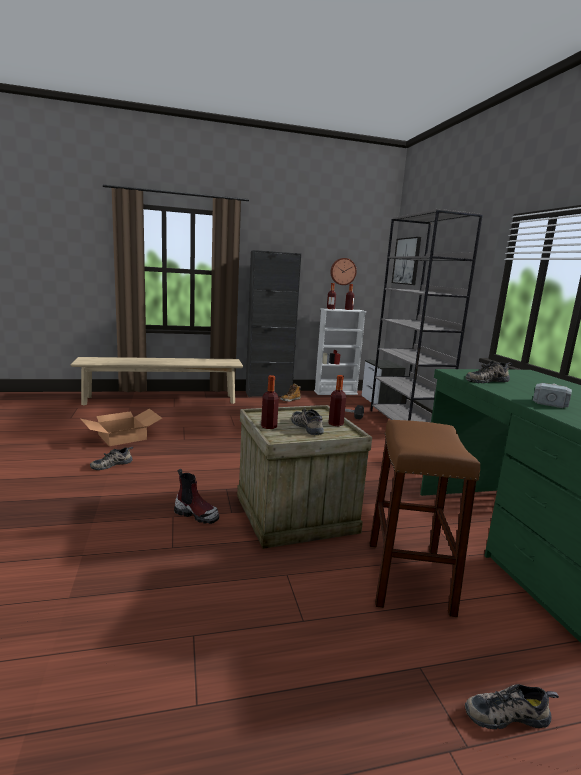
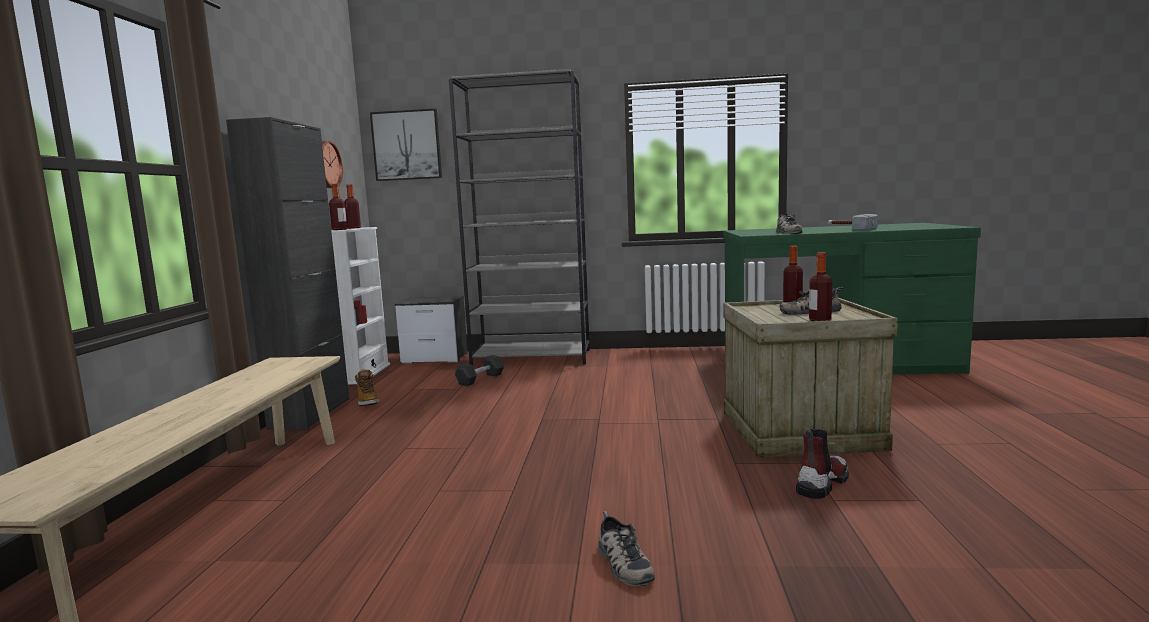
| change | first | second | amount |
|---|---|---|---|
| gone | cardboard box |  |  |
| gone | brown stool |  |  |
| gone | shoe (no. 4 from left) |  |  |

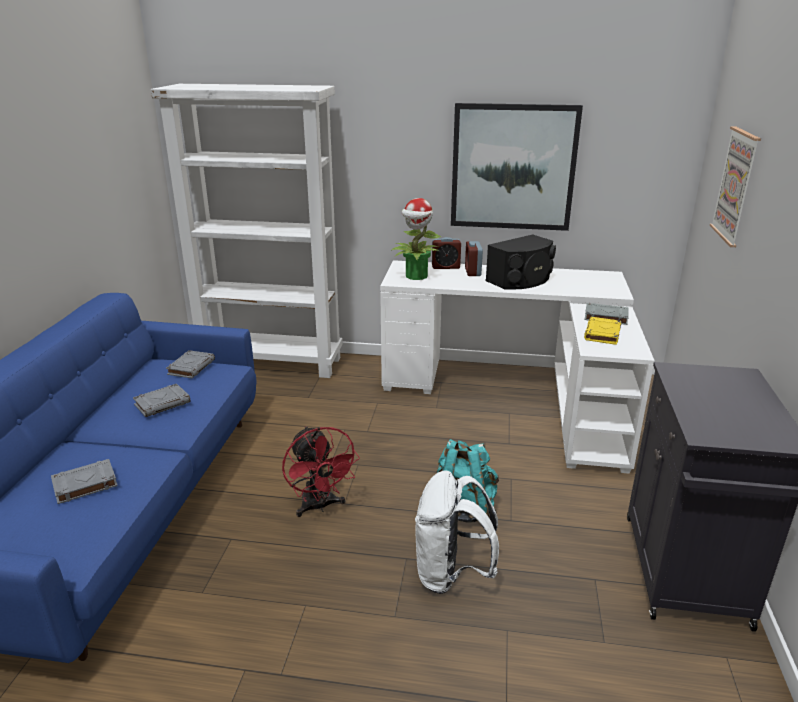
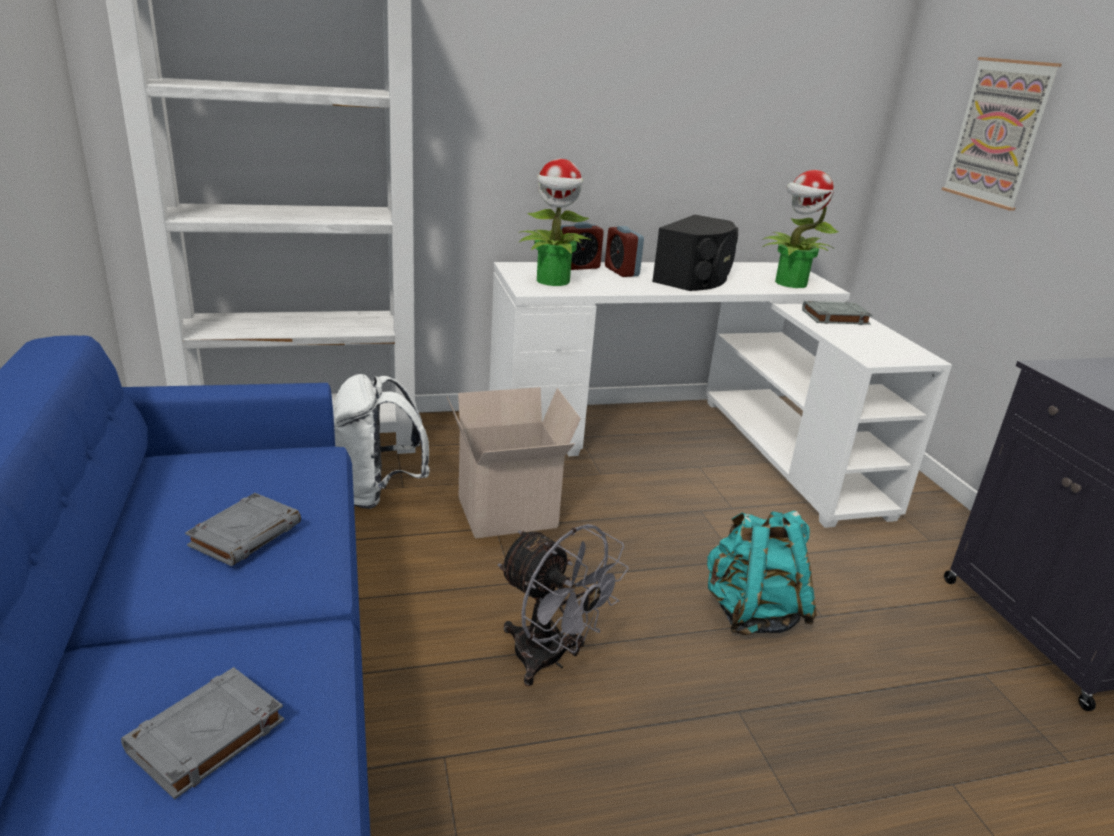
| change | first | second | amount |
|---|---|---|---|
| shifted | white backpack |  |  |
| new |  | cardboard box |  |
| repainted | red fan | grey fan |  |
| new |  | potted plant (no. 2 from left) |  |
| gone | grey book (no. 3 from left) |  |  |
| gone | picture (no. 1 from left) |  |  |
| gone | yellow book |  |  |

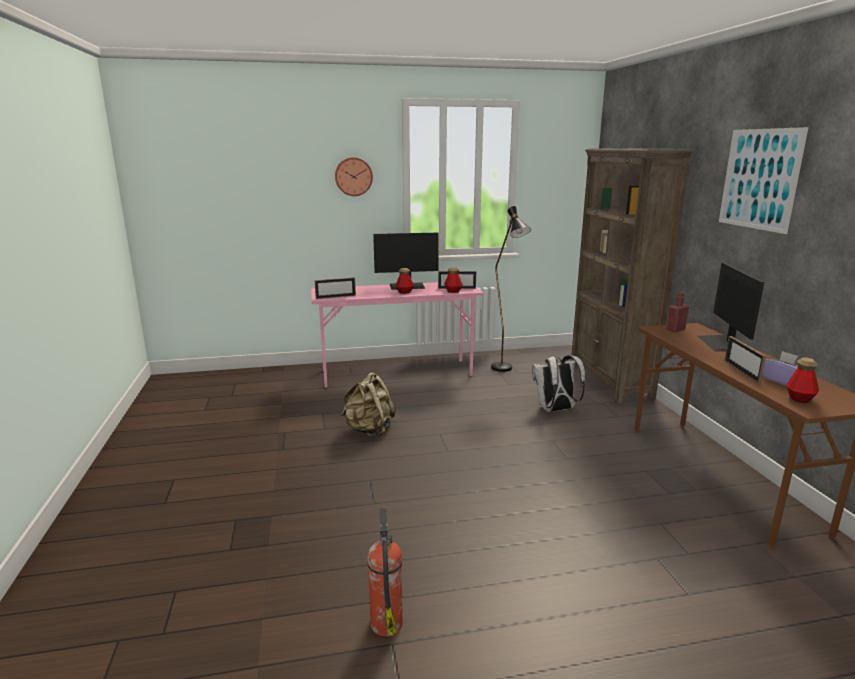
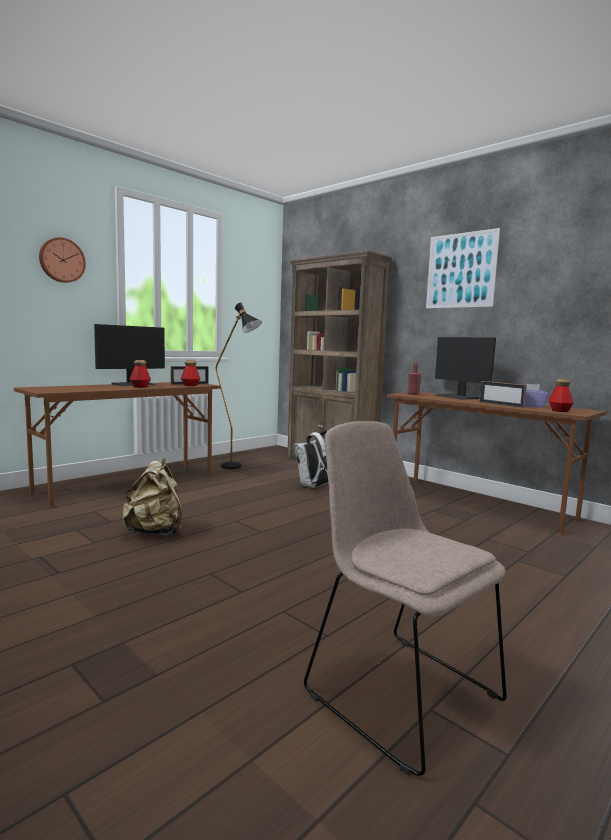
| change | first | second | amount |
|---|---|---|---|
| repainted | pink desk | brown desk (no. 1 from left) |  |
| swapped | fire extinguisher | beige chair |  |
| gone | picture frame (no. 1 from left) |  |  |

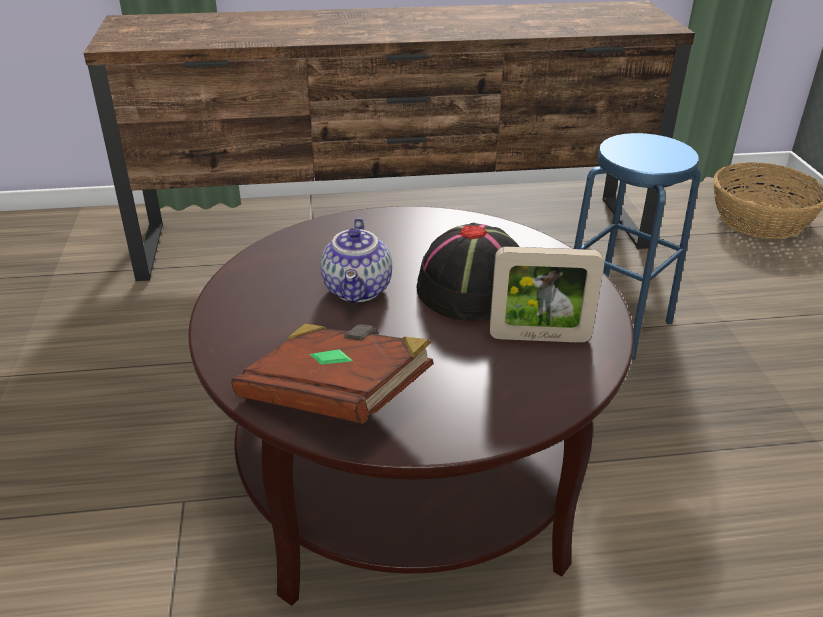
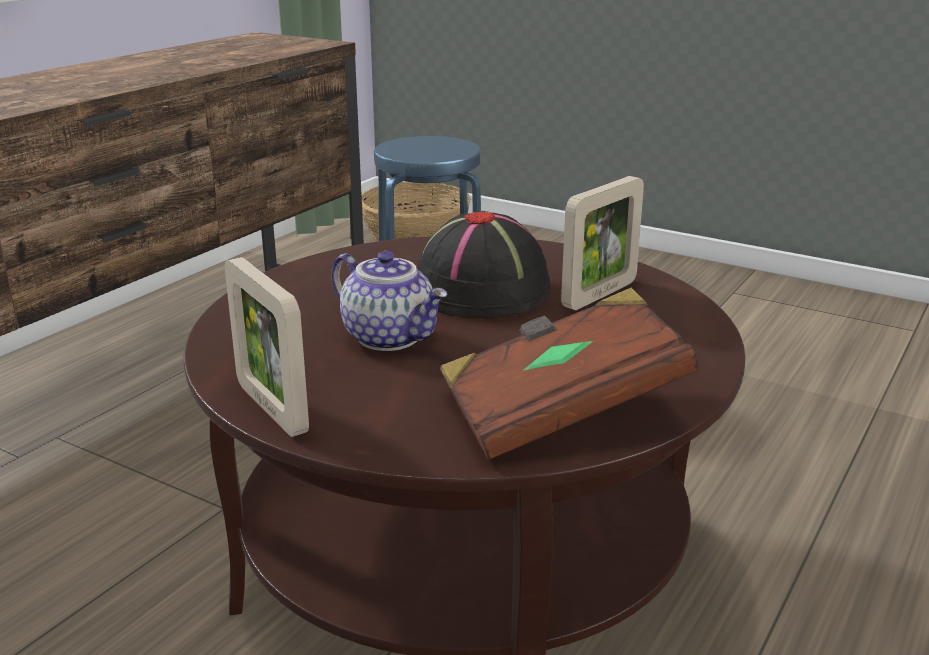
| change | first | second | amount |
|---|---|---|---|
| new |  | picture frame (no. 1 from left) |  |

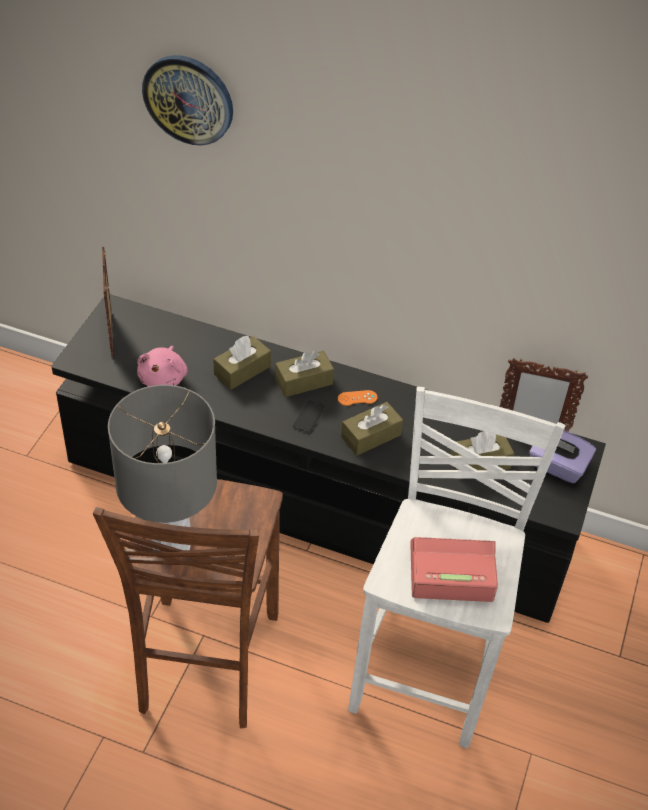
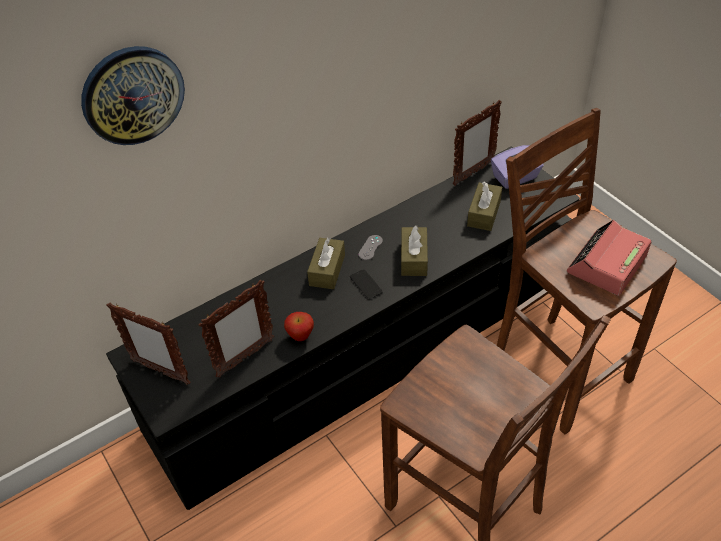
| change | first | second | amount |
|---|---|---|---|
| swapped | pink plush toy | picture frame (no. 2 from left) |  |
| new |  | apple |  |
| repainted | orange game controller | grey game controller |  |
| repainted | white stool | brown stool (no. 2 from left) |  |
| gone | grey table lamp |  |  |
| gone | brown tissue box (no. 1 from left) |  |  |

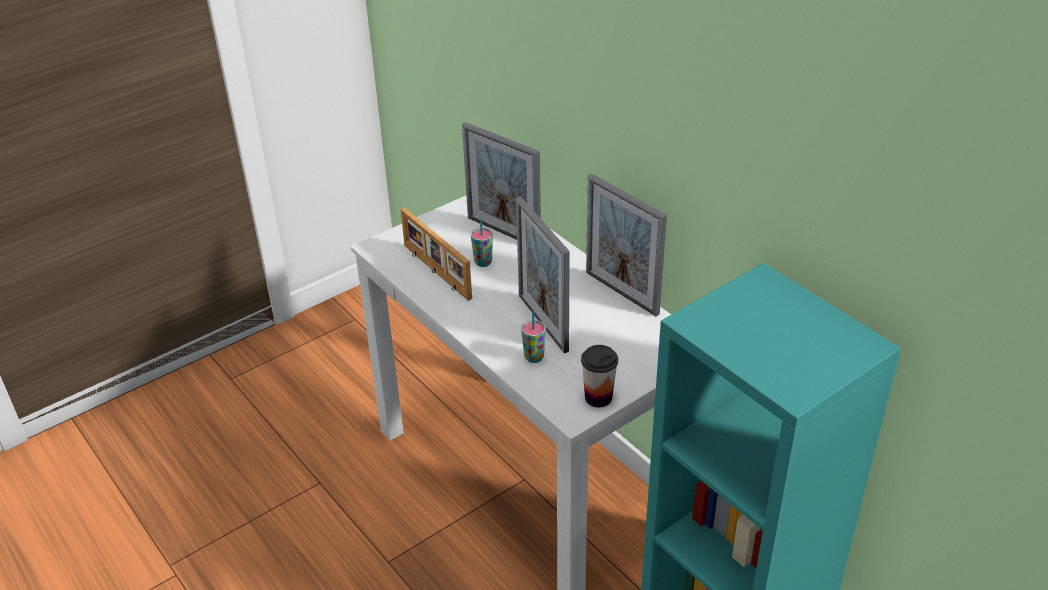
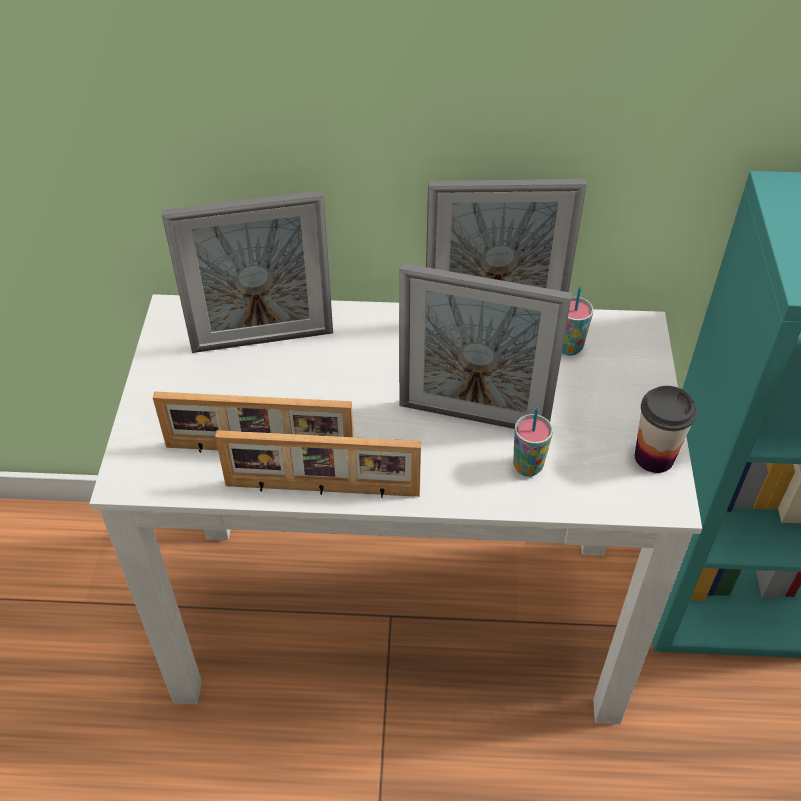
| change | first | second | amount |
|---|---|---|---|
| new |  | picture frame (no. 3 from left) |  |
| shifted | cup (no. 1 from left in the first image) | cup (no. 2 from left) |  |

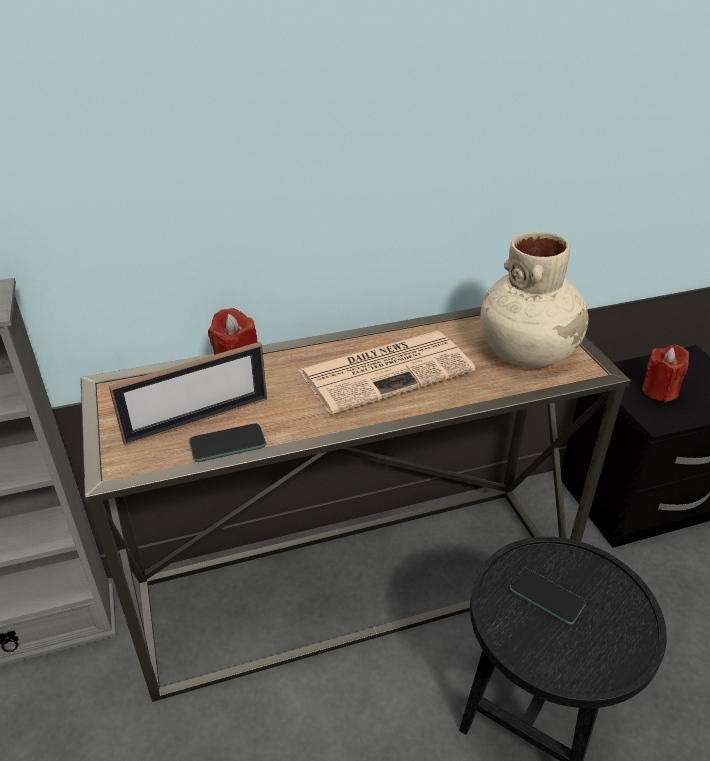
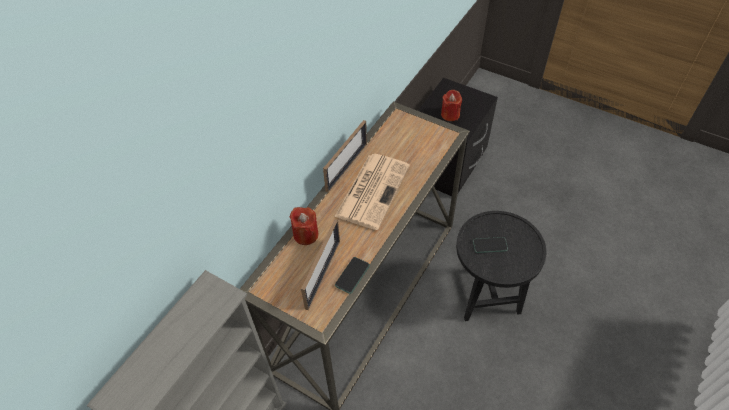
| change | first | second | amount |
|---|---|---|---|
| new |  | picture frame (no. 2 from left) |  |
| gone | beige vase |  |  |

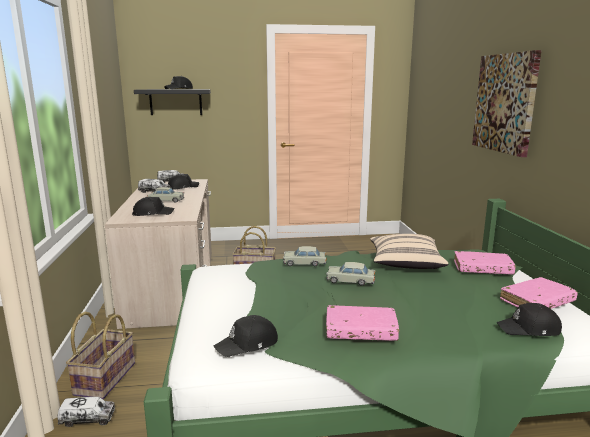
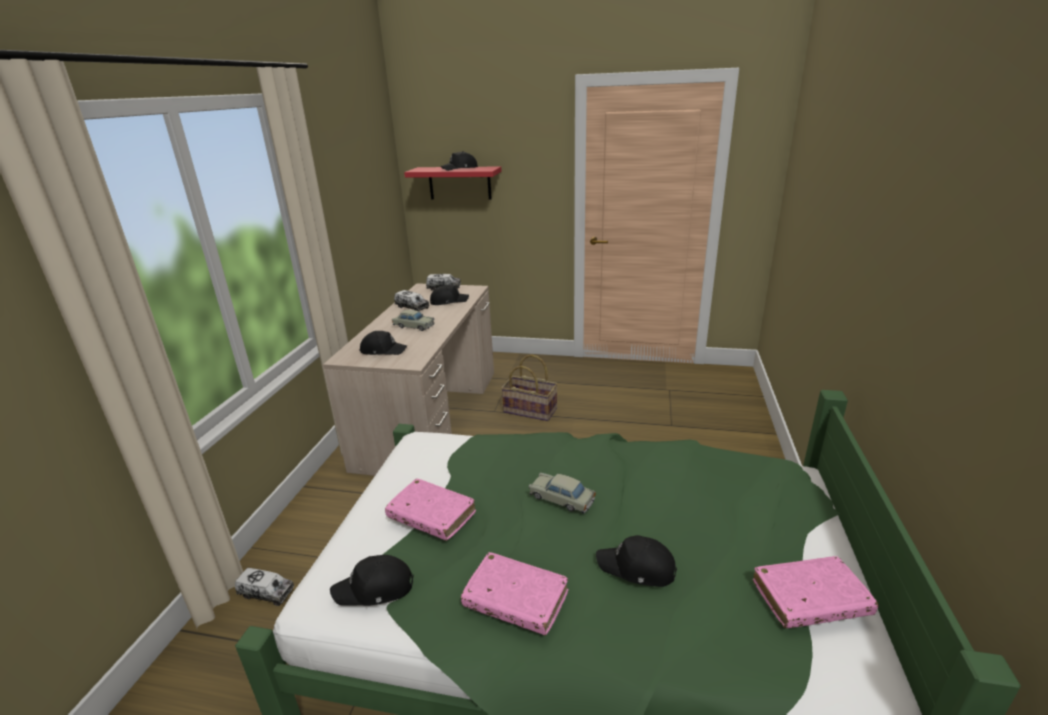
| change | first | second | amount |
|---|---|---|---|
| shifted | pink book (no. 2 from left in the first image) | pink book (no. 1 from left) |  |
| repainted | black shelf | red shelf |  |
| shifted | black cap (no. 5 from left) |  |  |
| gone | basket (no. 1 from left) |  |  |
| gone | beige toy car (no. 2 from left) |  |  |
| gone | beige pillow |  |  |
| gone | picture |  |  |

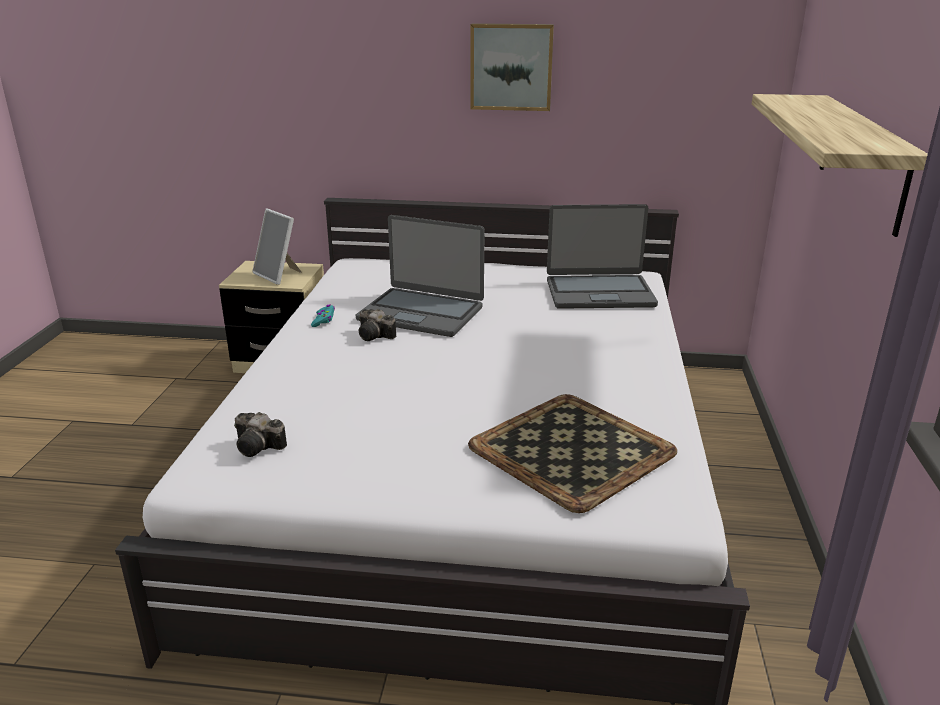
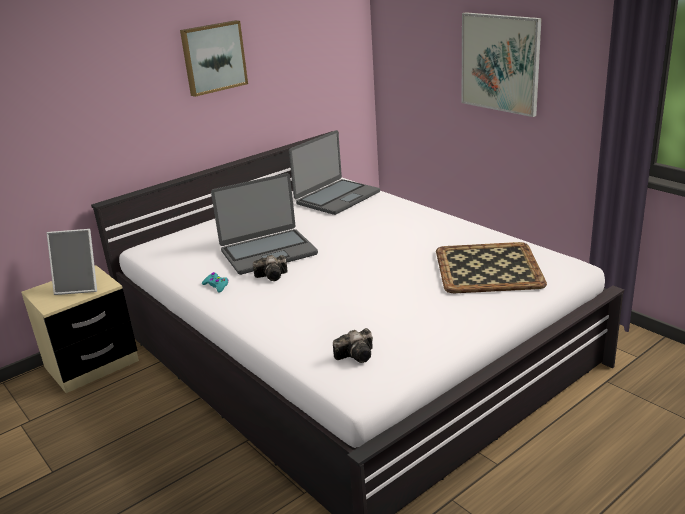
| change | first | second | amount |
|---|---|---|---|
| swapped | shelf | picture (no. 2 from left) |  |

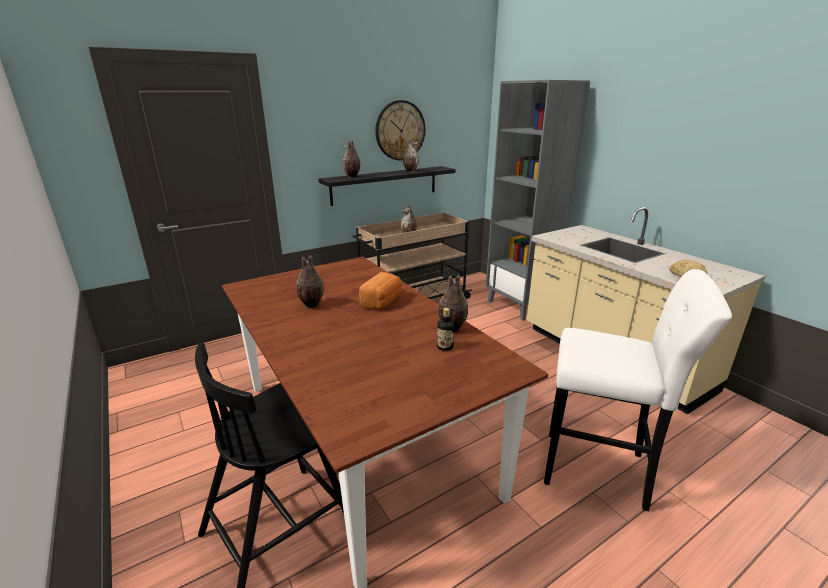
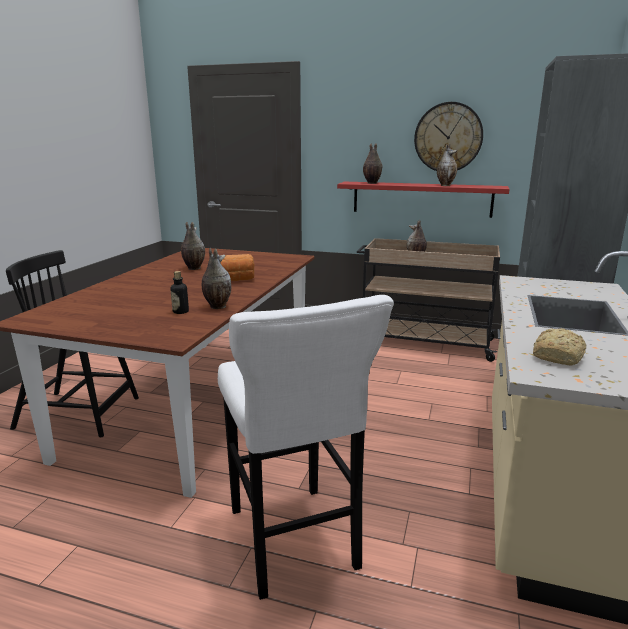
| change | first | second | amount |
|---|---|---|---|
| repainted | black shelf | red shelf |  |

